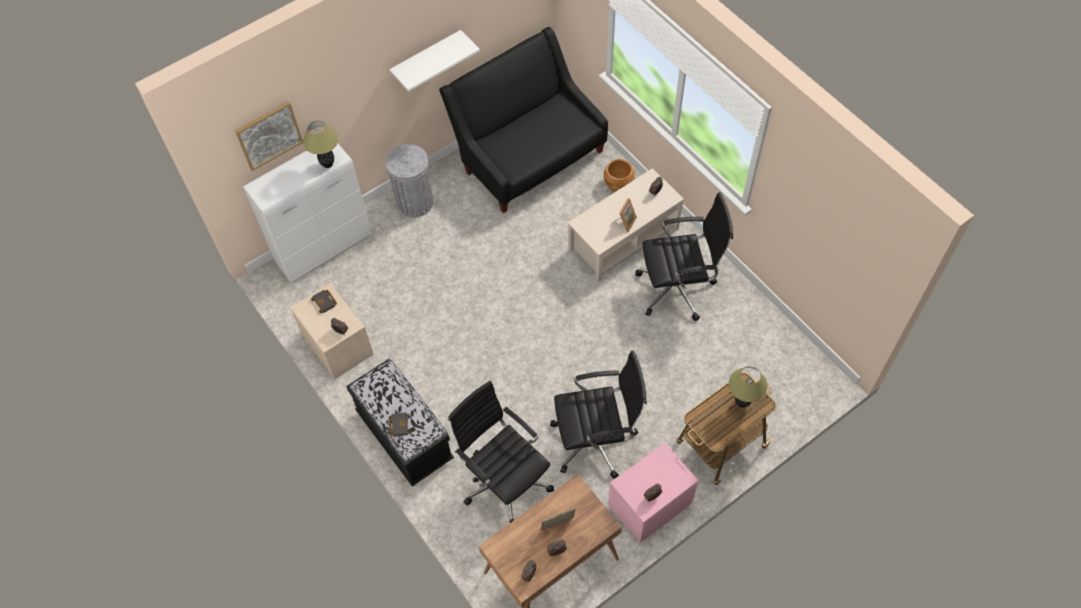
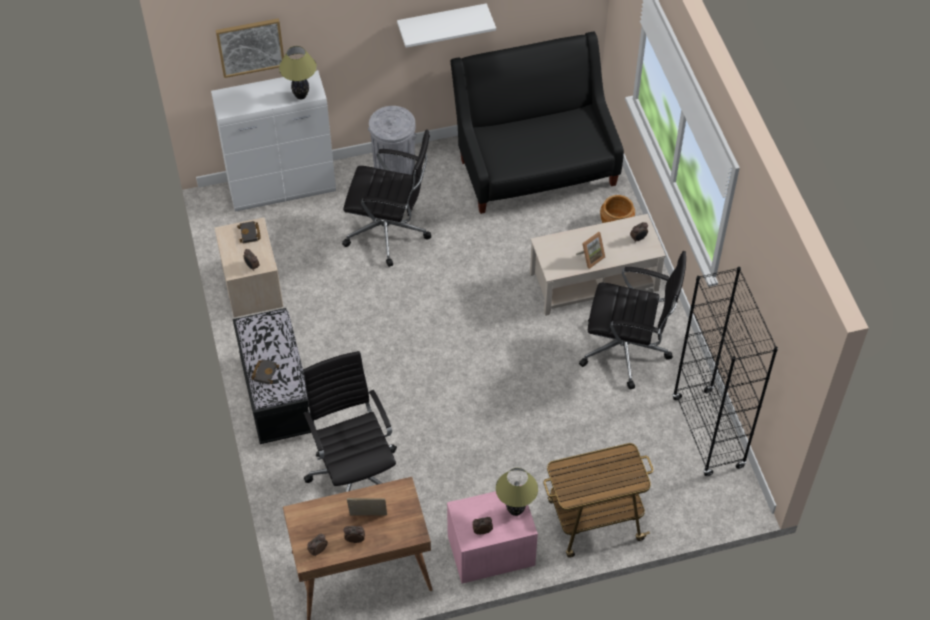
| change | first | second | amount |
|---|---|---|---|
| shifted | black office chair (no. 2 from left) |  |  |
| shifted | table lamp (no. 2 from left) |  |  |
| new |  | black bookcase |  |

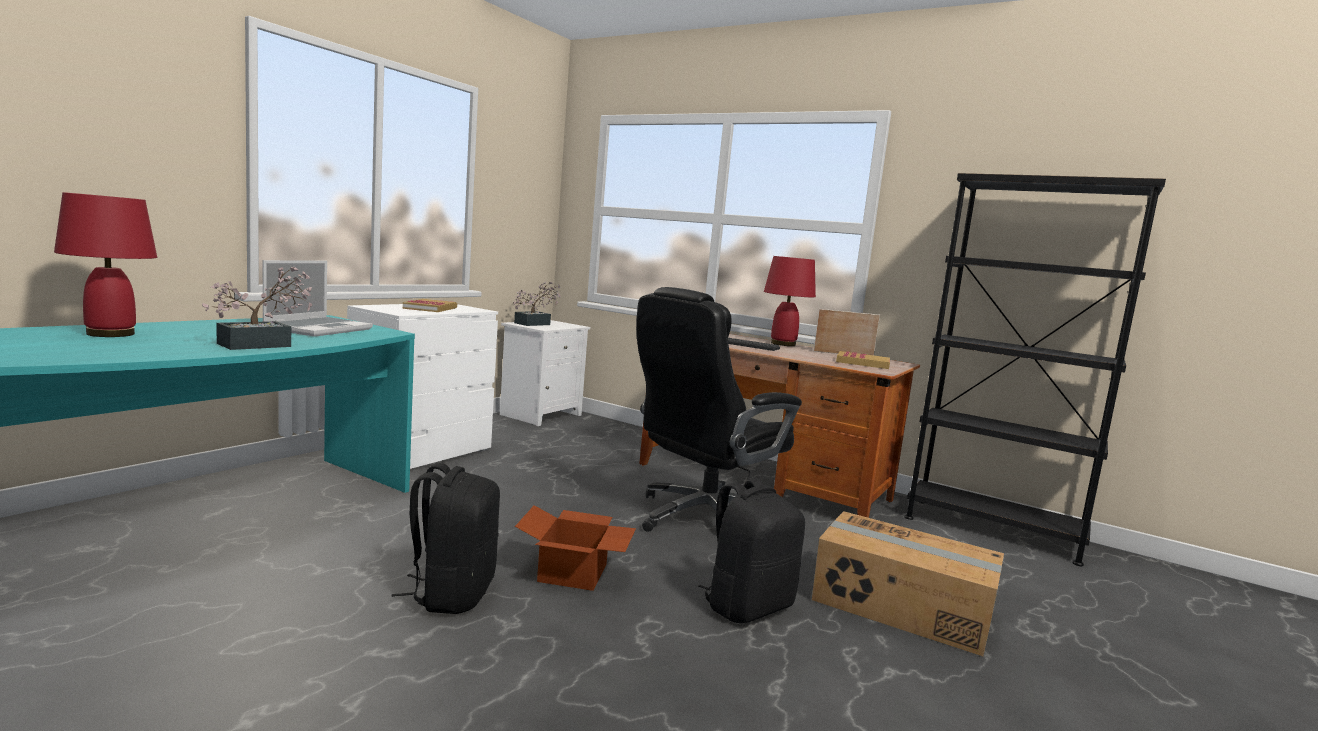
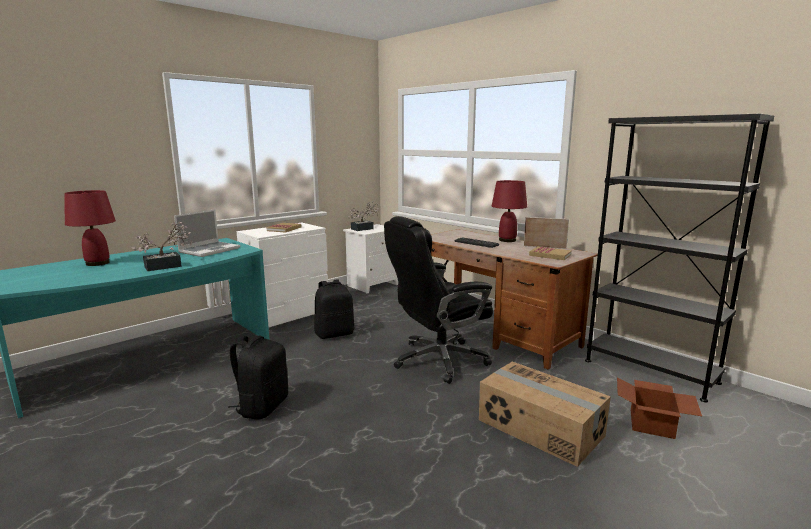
| change | first | second | amount |
|---|---|---|---|
| shifted | black backpack (no. 2 from left) |  |  |
| shifted | cardboard box (no. 1 from left in the first image) | cardboard box (no. 2 from left) |  |

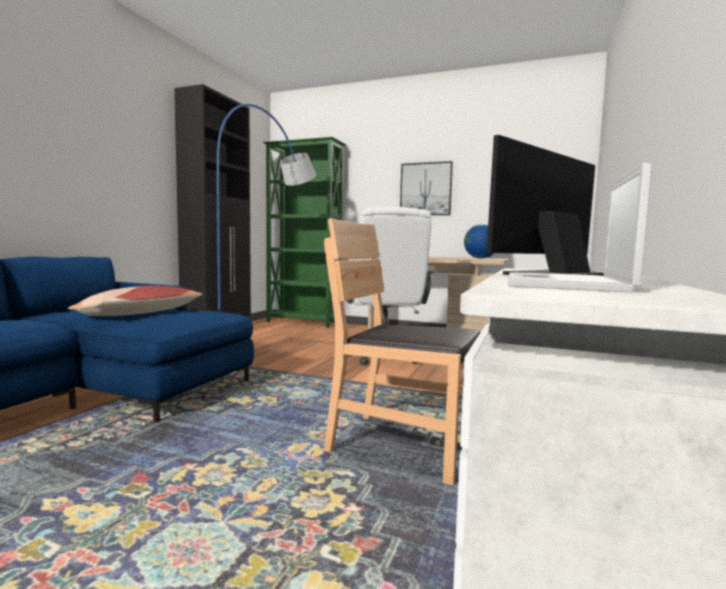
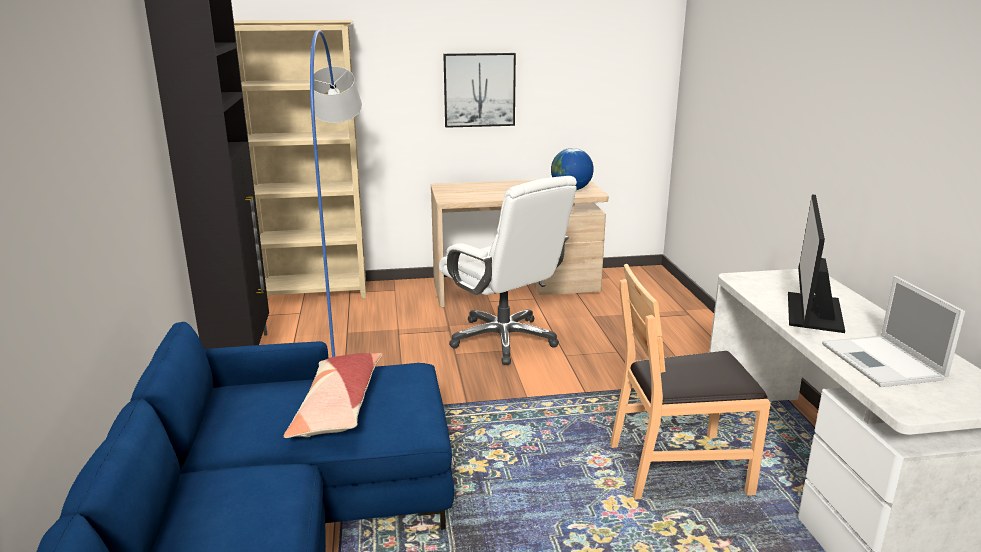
| change | first | second | amount |
|---|---|---|---|
| repainted | green bookcase | beige bookcase |  |

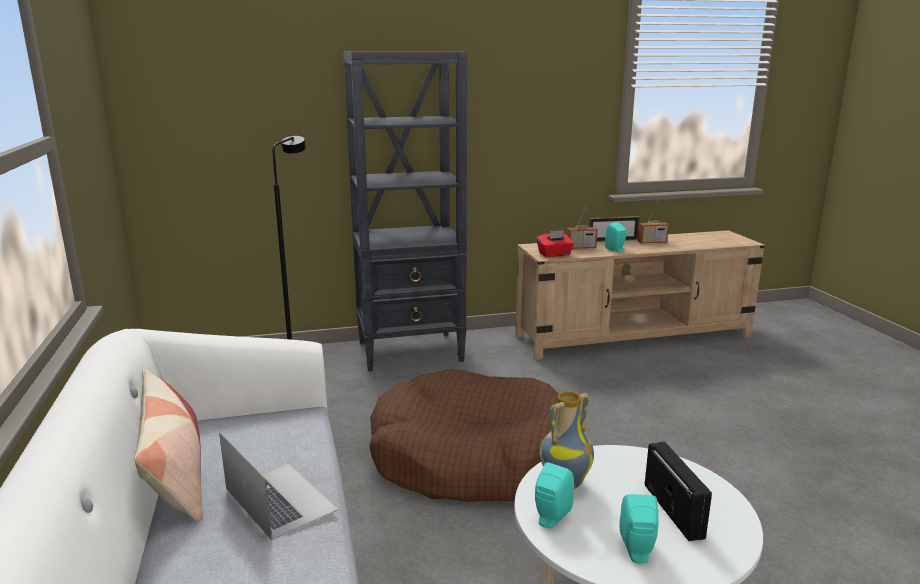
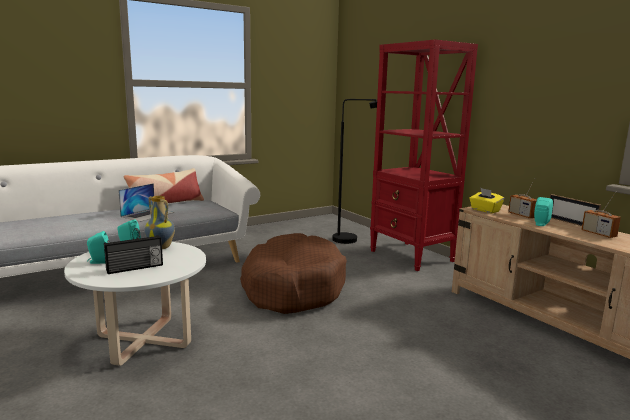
| change | first | second | amount |
|---|---|---|---|
| repainted | black bookcase | red bookcase |  |
| repainted | red tissue box | yellow tissue box |  |

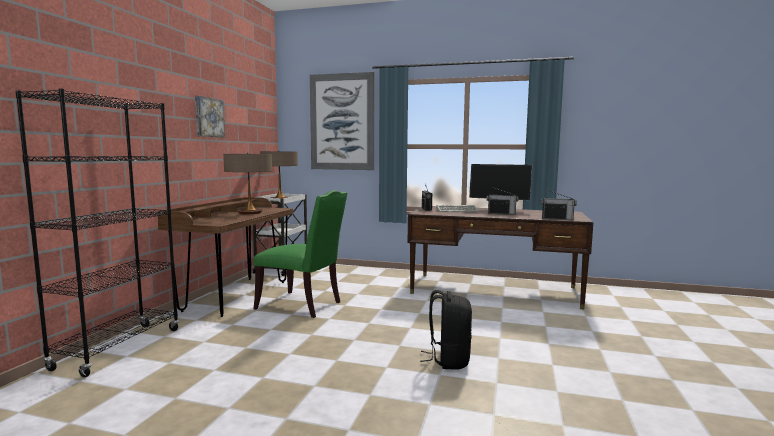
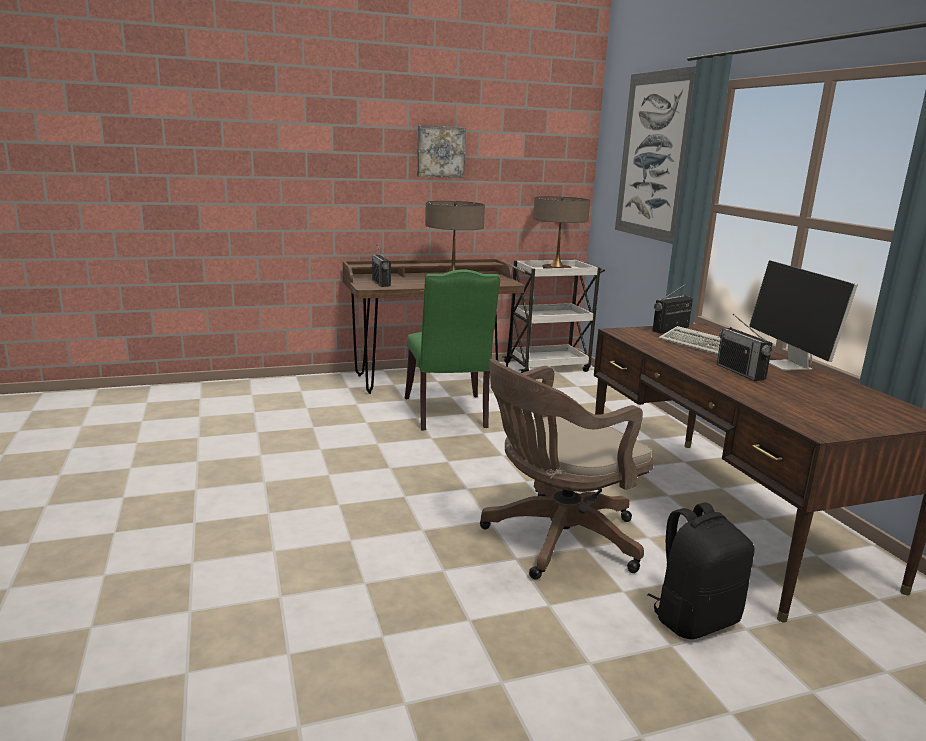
| change | first | second | amount |
|---|---|---|---|
| shifted | radio (no. 3 from left in the first image) | radio (no. 1 from left) |  |
| new |  | brown office chair |  |
| shifted | black backpack |  |  |
| gone | black bookcase |  |  |

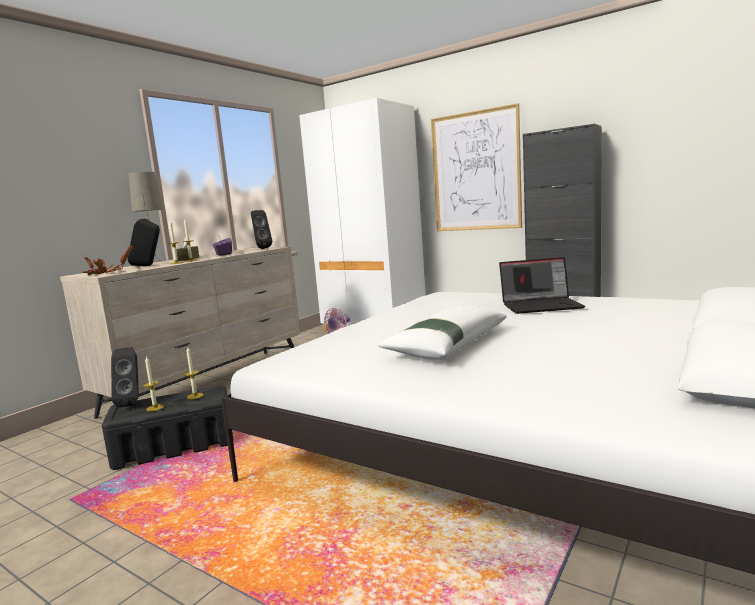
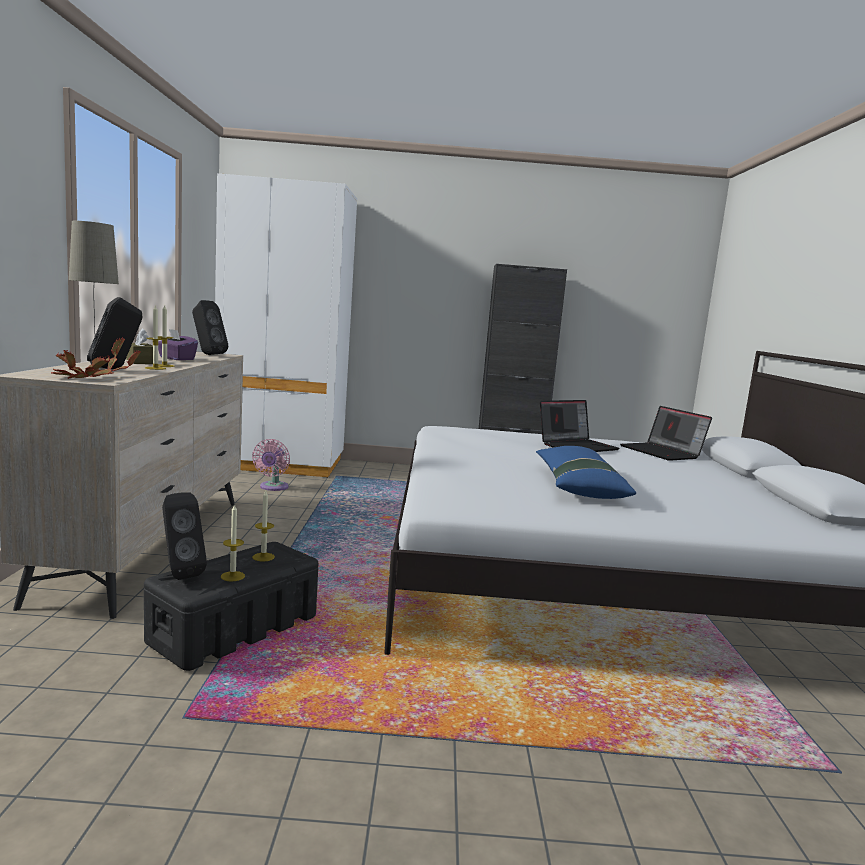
| change | first | second | amount |
|---|---|---|---|
| repainted | white pillow | blue pillow |  |
| new |  | laptop (no. 2 from left) |  |
| gone | picture |  |  |

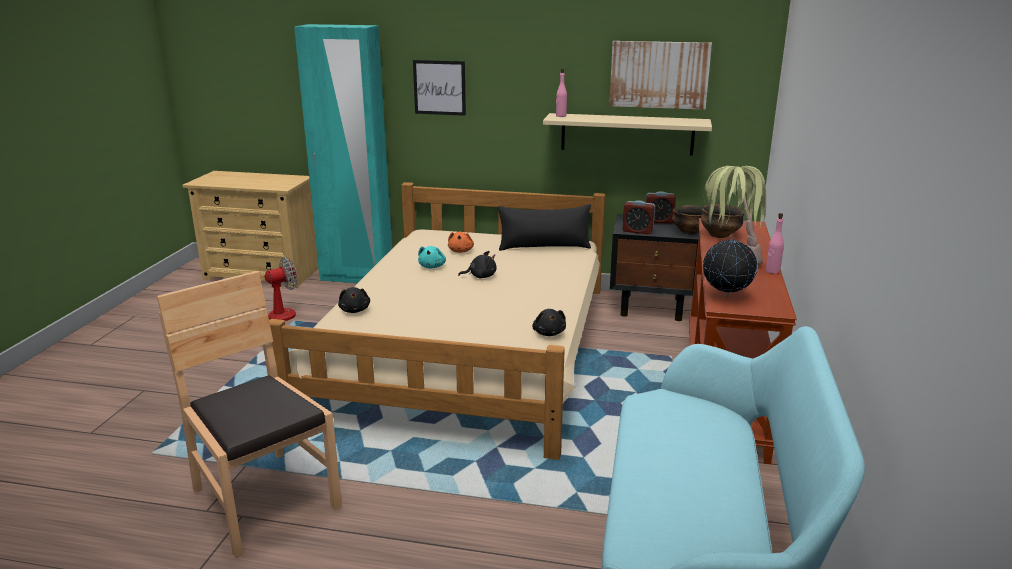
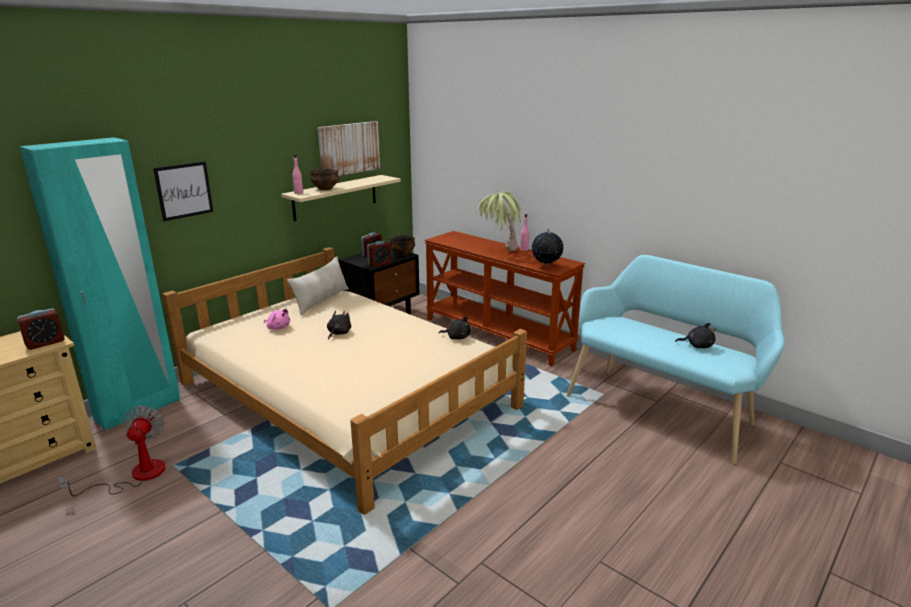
| change | first | second | amount |
|---|---|---|---|
| new |  | alarm clock (no. 1 from left) |  |
| repainted | orange plush toy | pink plush toy |  |
| repainted | black pillow | beige pillow |  |
| shifted | bowl (no. 2 from left in the first image) | bowl (no. 1 from left) |  |
| shifted | black plush toy (no. 1 from left in the first image) | black plush toy (no. 3 from left) |  |
| gone | brown chair |  |  |
| gone | turquoise plush toy |  |  |

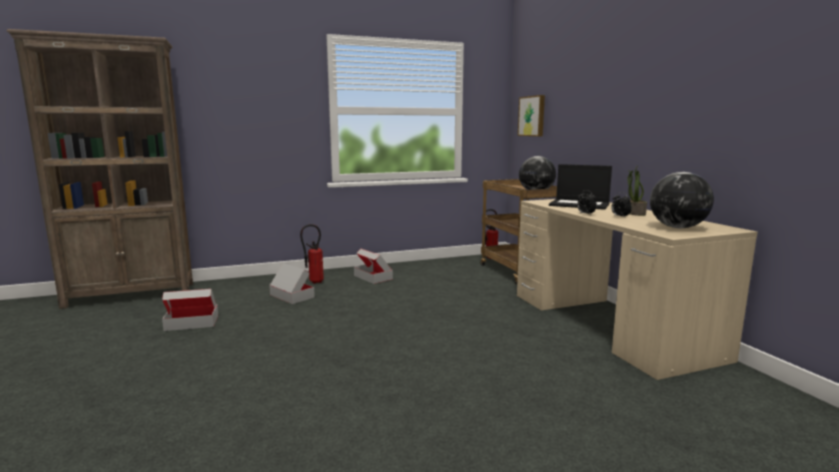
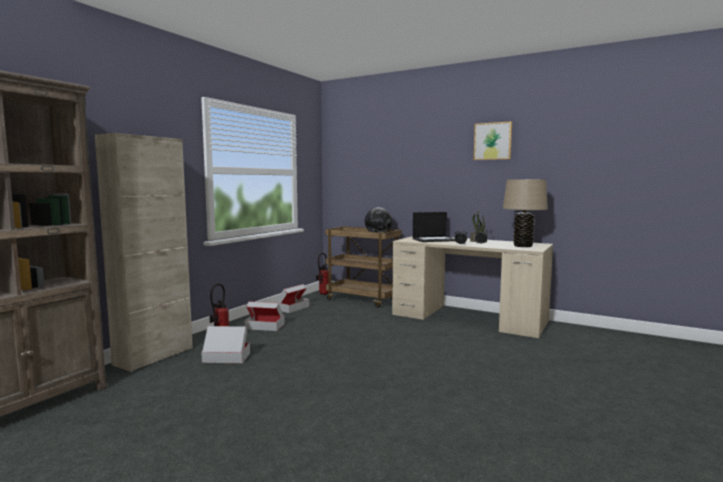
| change | first | second | amount |
|---|---|---|---|
| new |  | beige cabinet |  |
| shifted | cardboard box (no. 1 from left in the first image) | cardboard box (no. 3 from left) |  |
| shifted | picture |  |  |
| swapped | globe (no. 2 from left) | beige table lamp |  |

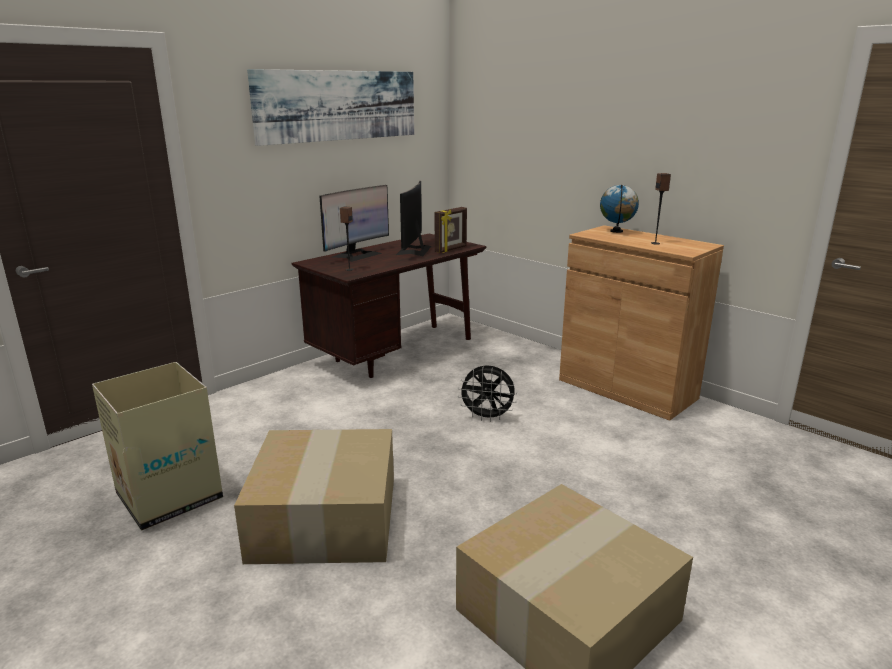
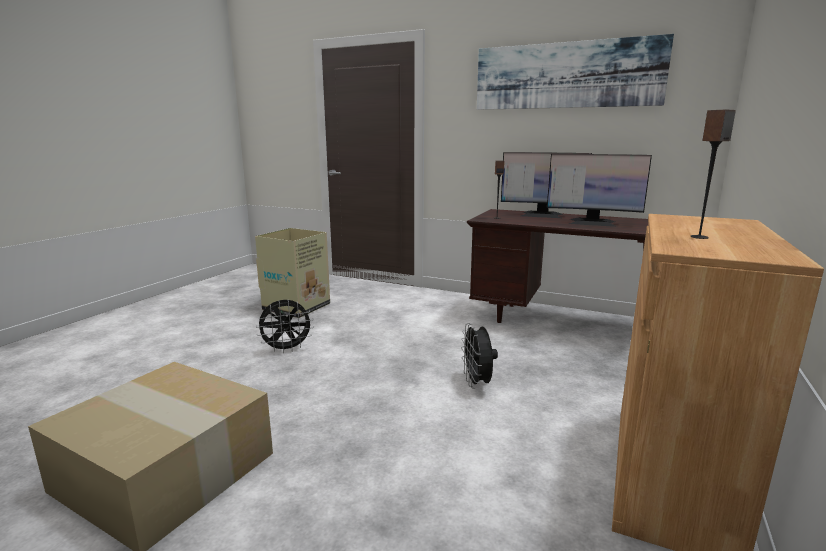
| change | first | second | amount |
|---|---|---|---|
| swapped | cardboard box (no. 2 from left) | black fan (no. 1 from left) |  |
| rotated | monitor (no. 2 from left) |  | 150 degrees counterclockwise |
| gone | picture frame |  |  |
| gone | globe |  |  |

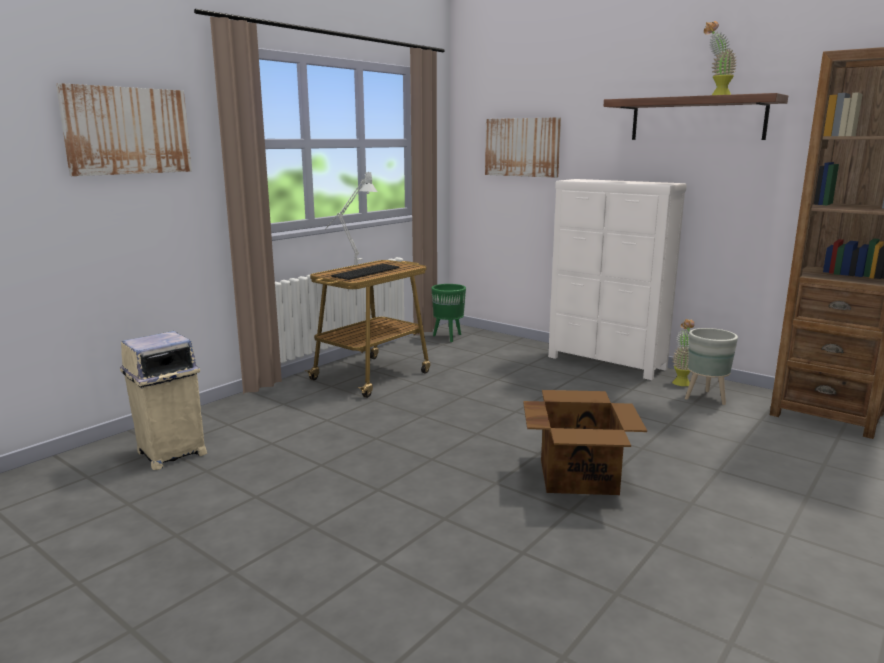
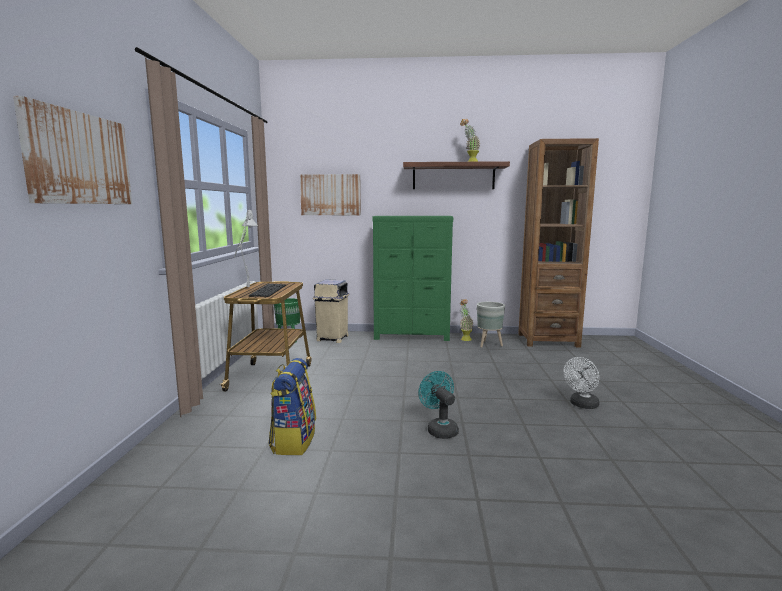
| change | first | second | amount |
|---|---|---|---|
| new |  | backpack |  |
| shifted | beige trash can |  |  |
| repainted | white dresser | green dresser |  |
| new |  | turquoise fan |  |
| new |  | white fan |  |
| gone | cardboard box |  |  |

